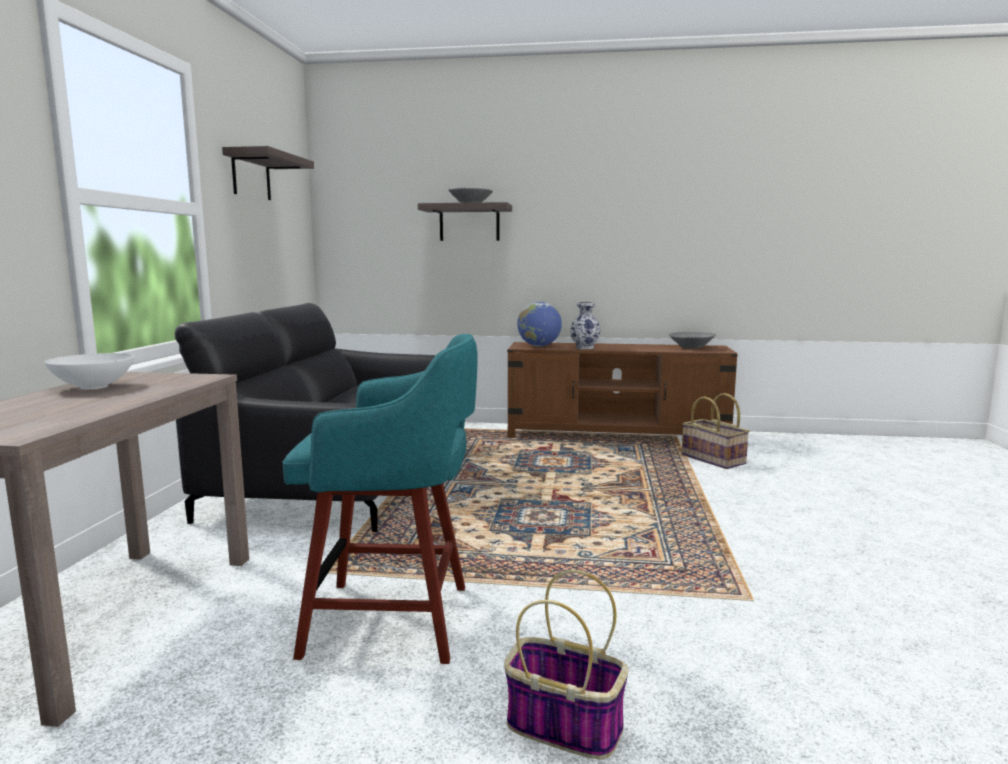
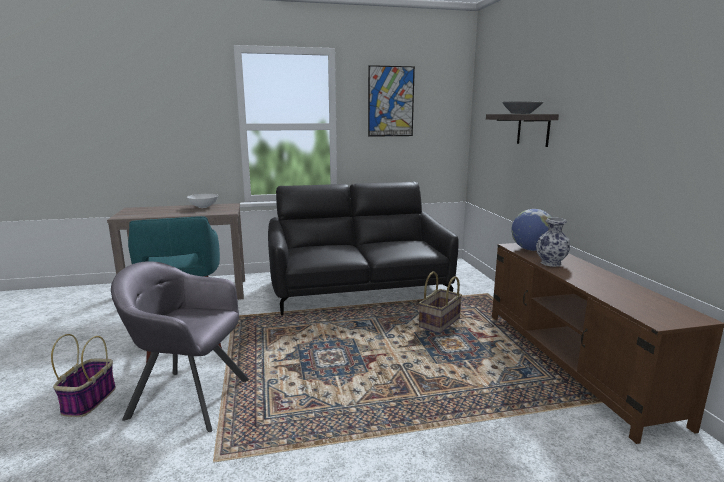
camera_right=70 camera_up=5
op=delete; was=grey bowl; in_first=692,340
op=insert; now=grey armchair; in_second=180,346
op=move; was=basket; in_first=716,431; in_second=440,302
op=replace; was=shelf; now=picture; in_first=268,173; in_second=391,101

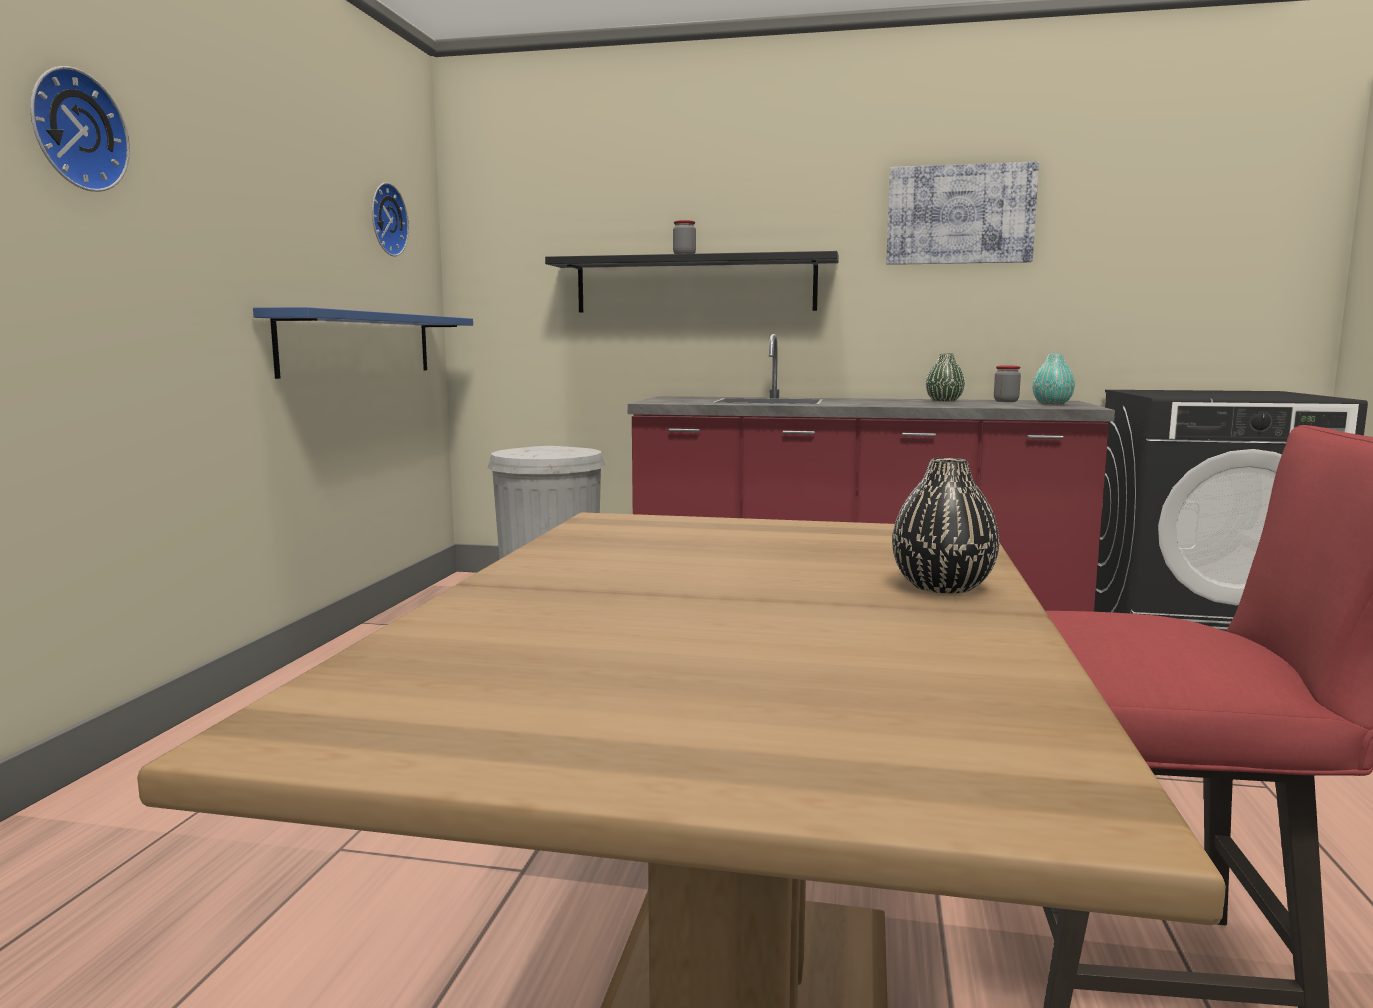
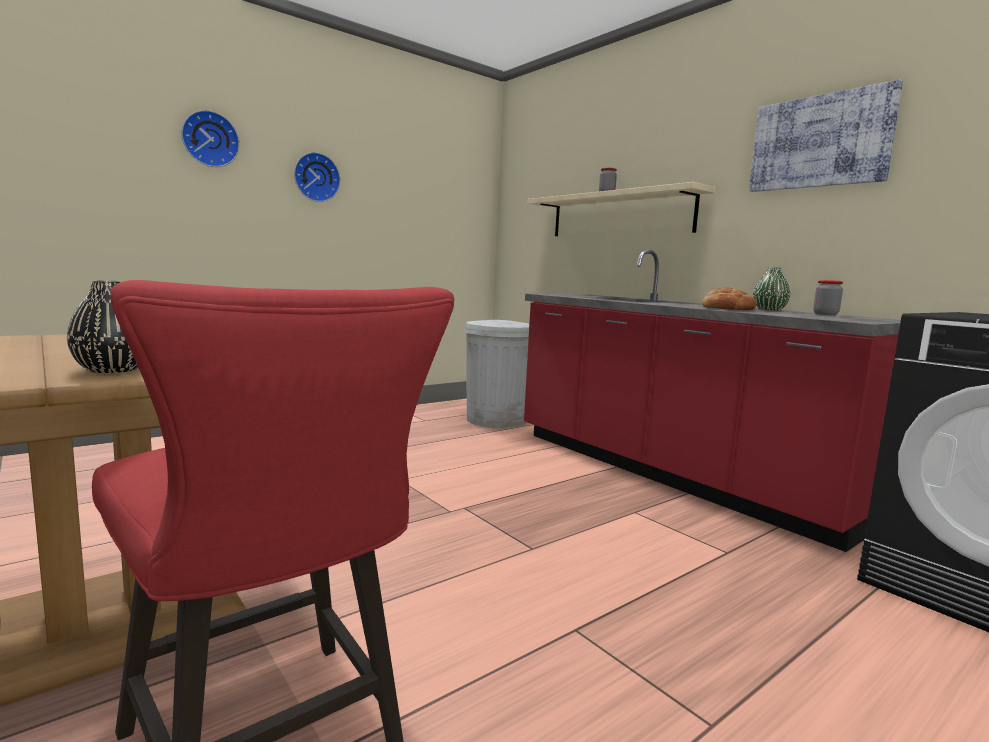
camera_right=40 camera_up=0
op=delete; was=blue shelf; in_first=363,343
op=delete; was=turquoise vase; in_first=1053,379
op=insert; now=bread; in_second=729,298
op=move; was=wall clock; in_first=390,219; in_second=317,177
op=recolor; was=black shelf; now=beige shelf; in_first=692,281; in_second=621,209

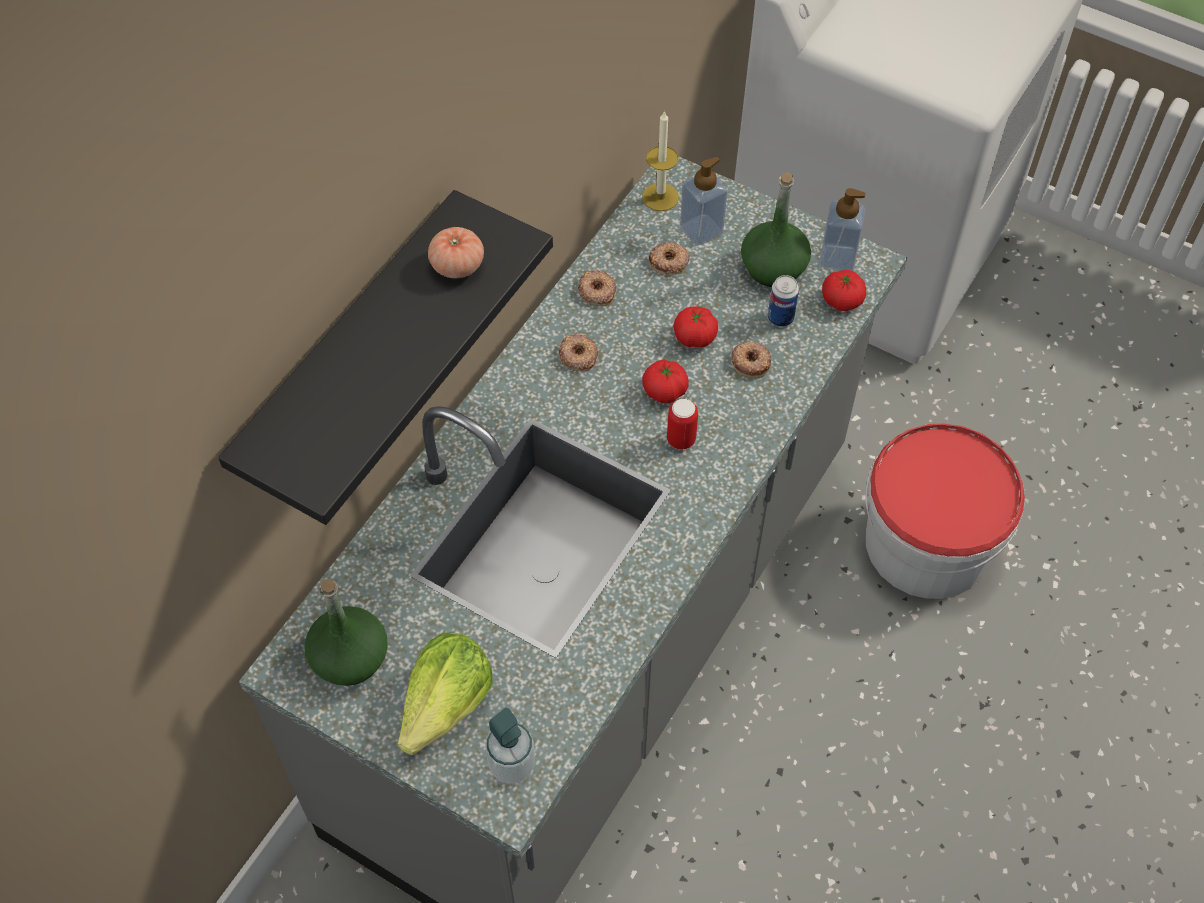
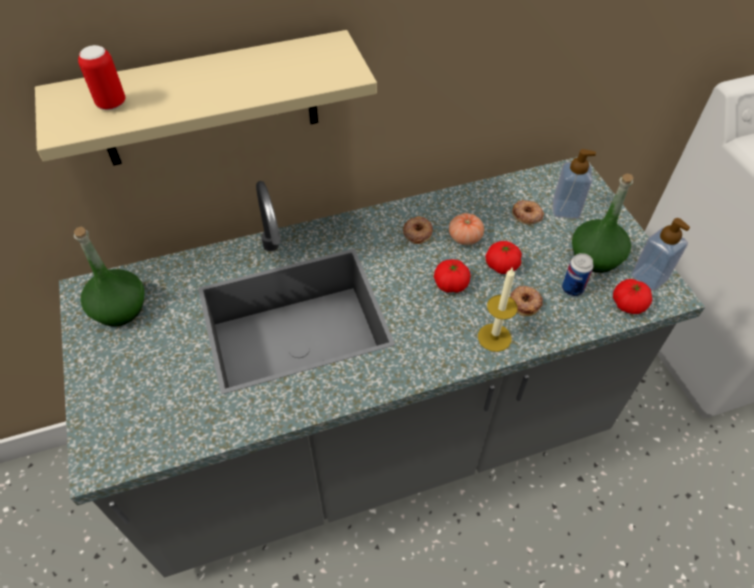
camera_right=40 camera_up=-5
op=delete; was=lettuce; in_first=445,693
op=delete; was=soap dispenser; in_first=510,746
op=delete; was=donut; in_first=596,288
op=delete; was=bucket; in_first=945,511
op=move; was=tomato; in_first=456,252; in_second=466,229
op=move; was=candle; in_first=660,160; in_second=498,310
op=move; was=can; in_first=682,424; in_second=101,77
op=recolor; was=black shelf; now=beige shelf; in_first=385,357; in_second=206,98

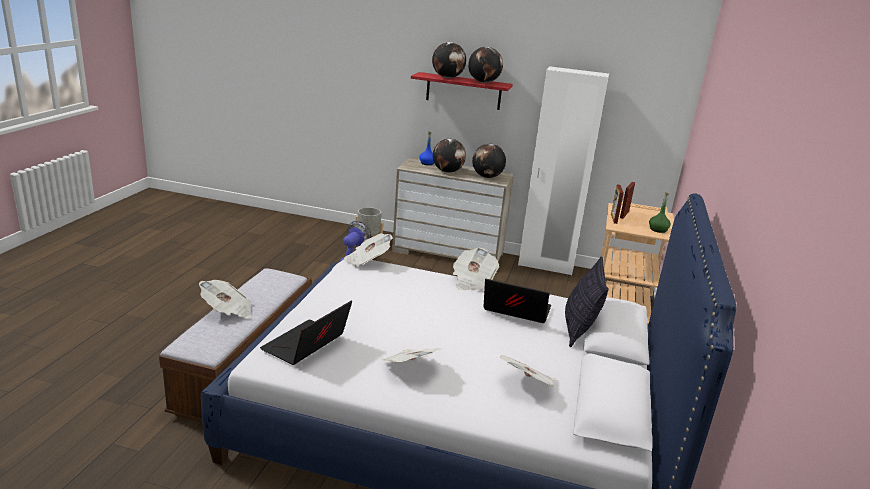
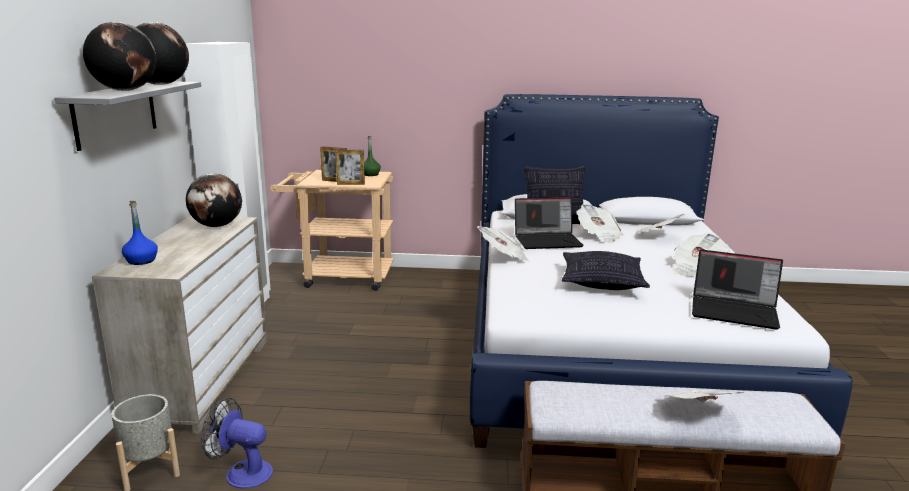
camera_right=-100 camera_up=-5
op=delete; was=globe; in_first=449,156
op=insert; now=pillow; in_second=606,270
op=move; was=newspaper; in_first=368,250; in_second=600,223
op=recolor; was=red shelf; now=grey shelf; in_first=462,91; in_second=127,116
op=rotate; was=laptop; in_first=517,301; in_second=549,223; clockwise=-105

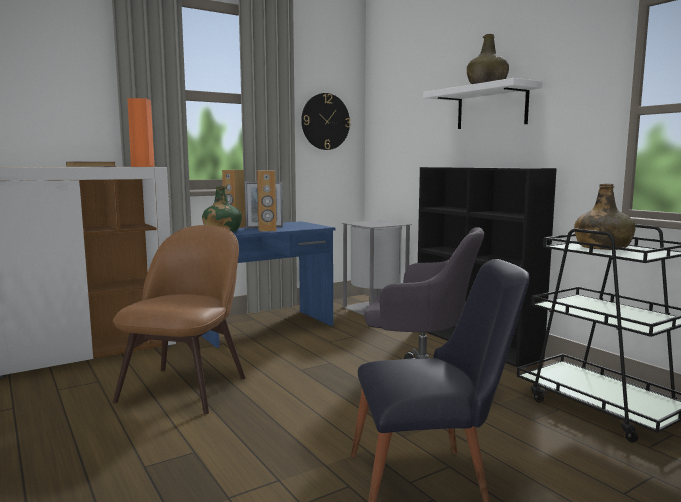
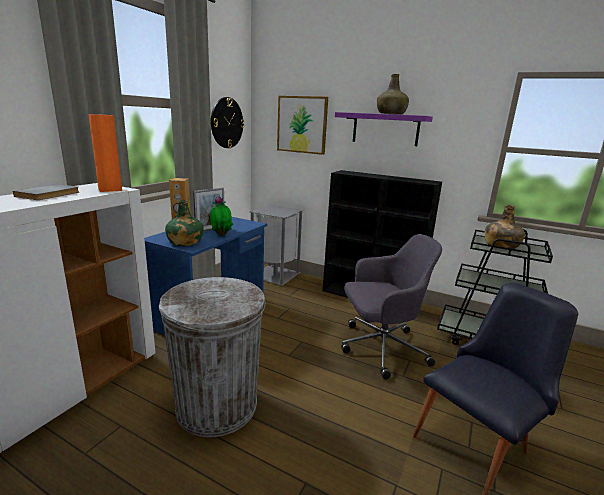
camera_right=-30 camera_up=10
op=insert; now=picture; in_second=302,125
op=replace; was=brown chair; now=grey trash can; in_first=179,319; in_second=212,357
op=replace; was=brown speaker; now=potted plant; in_first=266,201; in_second=221,216
op=recolor; was=white shelf; now=purple shelf; in_first=482,103; in_second=384,129

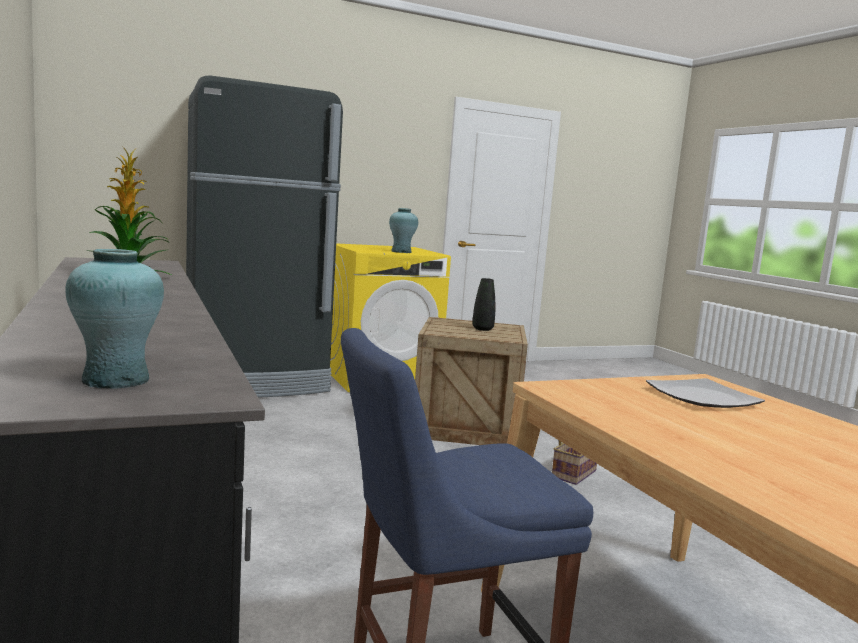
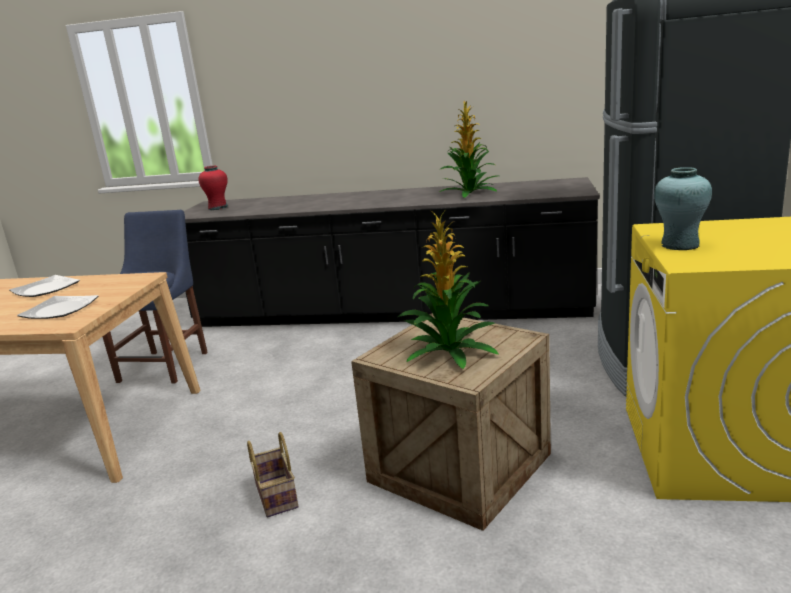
camera_right=125 camera_up=10
op=insert; now=plate; in_second=44,286
op=replace; was=black vase; now=potted plant; in_first=483,304; in_second=448,289
op=recolor; was=turquoise vase; now=red vase; in_first=114,319; in_second=213,188

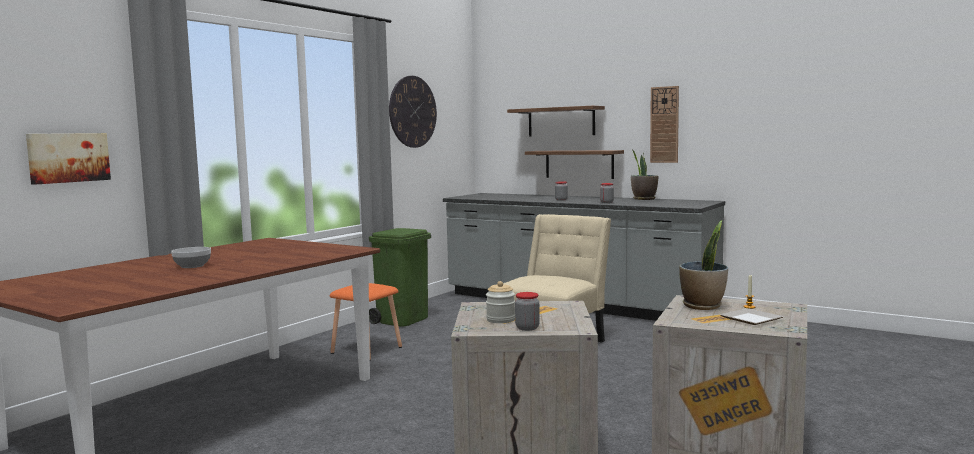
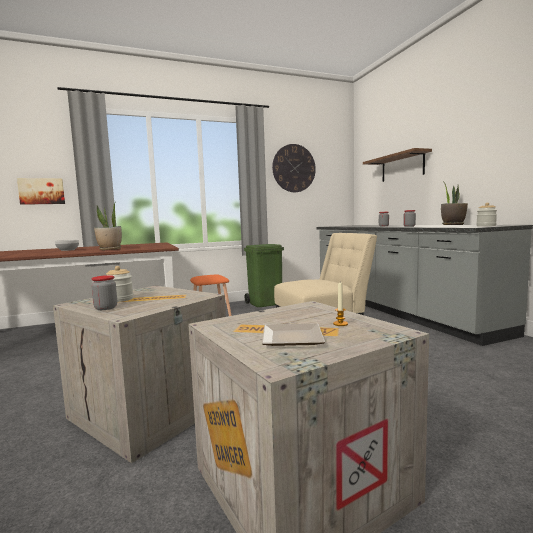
camera_right=35 camera_up=0
op=delete; was=shelf; in_first=574,164
op=delete; was=wall clock; in_first=664,124
op=insert; now=jar; in_second=486,214
op=move; was=potted plant; in_first=703,265; in_second=108,226

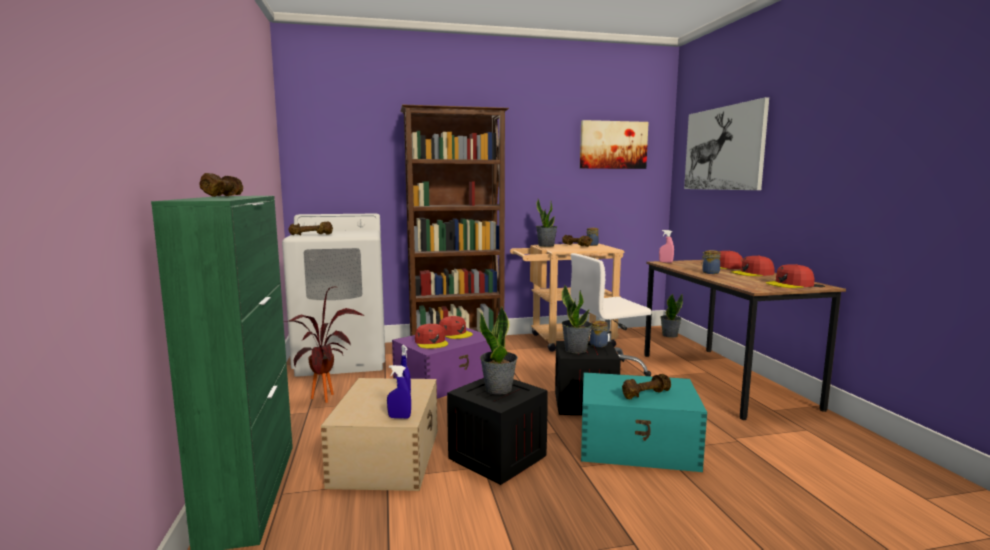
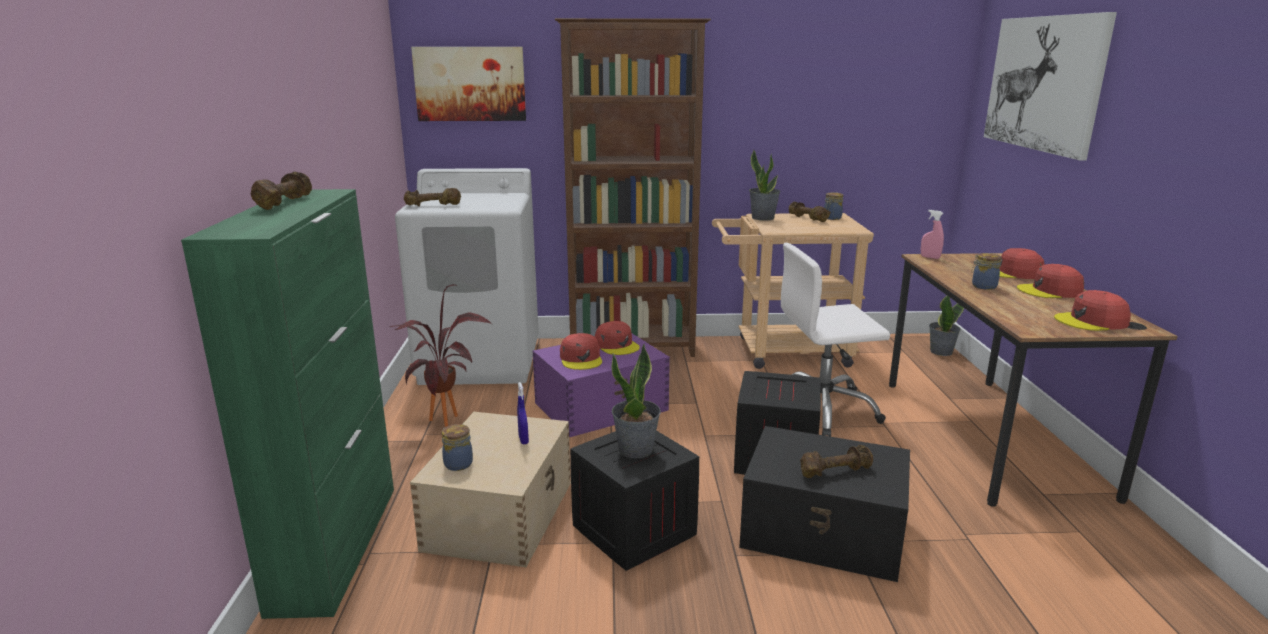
camera_right=10 camera_up=10
op=delete; was=blue spray bottle; in_first=399,392
op=delete; was=potted plant; in_first=577,318
op=move; was=picture; in_first=614,144; in_second=468,84
op=move; was=jar; in_first=599,333; in_second=457,447
op=recolor; was=turquoise storage box; now=black storage box; in_first=644,422; in_second=824,504

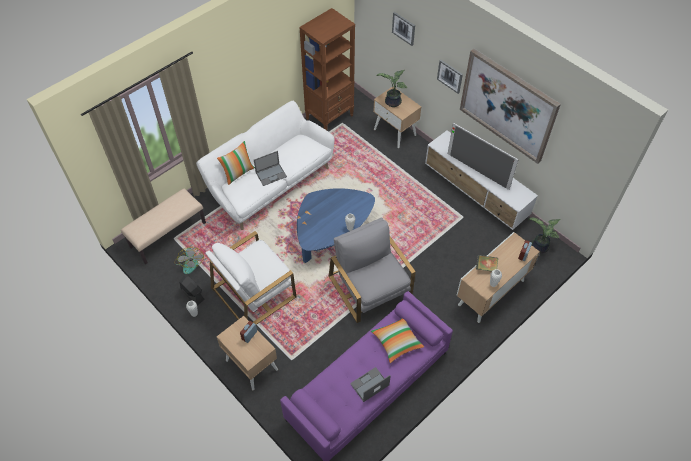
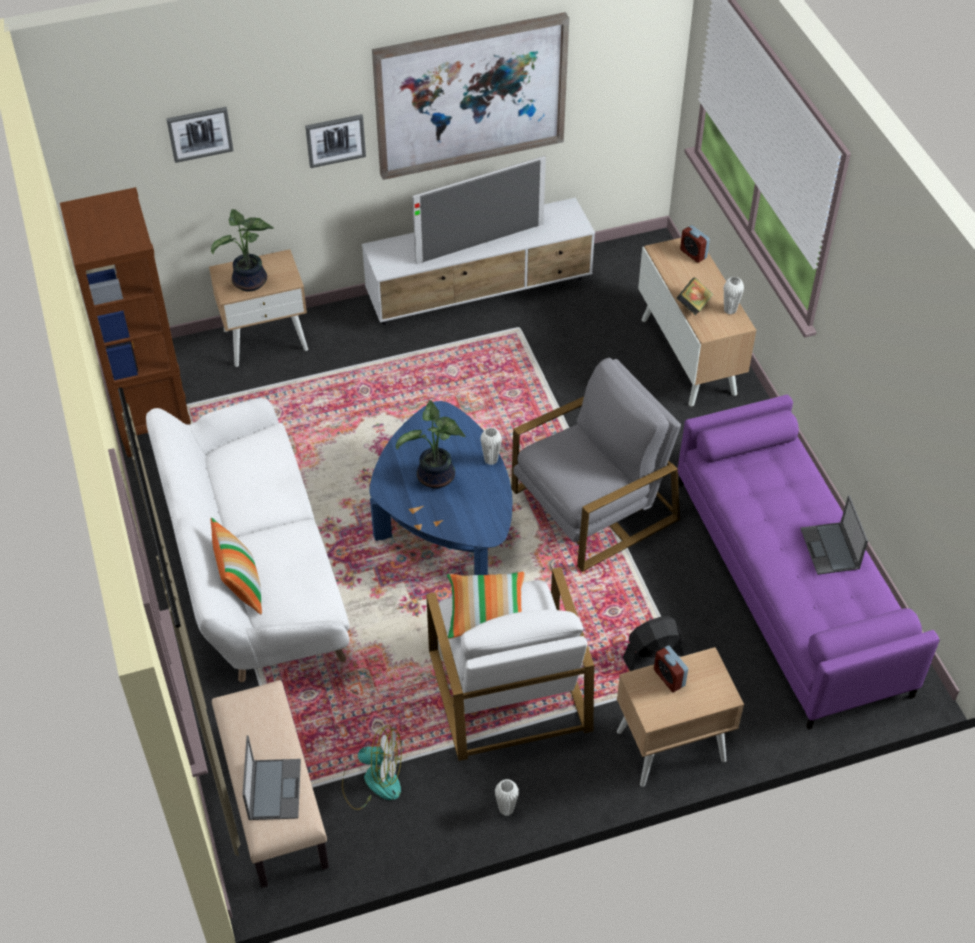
camera_right=-65 camera_up=-5
op=move; was=black fan; in_first=192,290; in_second=653,644
op=move; was=laptop; in_first=270,168; in_second=271,777
op=move; was=pillow; in_first=397,340; in_second=485,605
op=move; was=potted plant; in_first=544,235; in_second=431,444
op=rotate; was=grey armchair; in_first=372,270; in_second=596,465; clockwise=150

